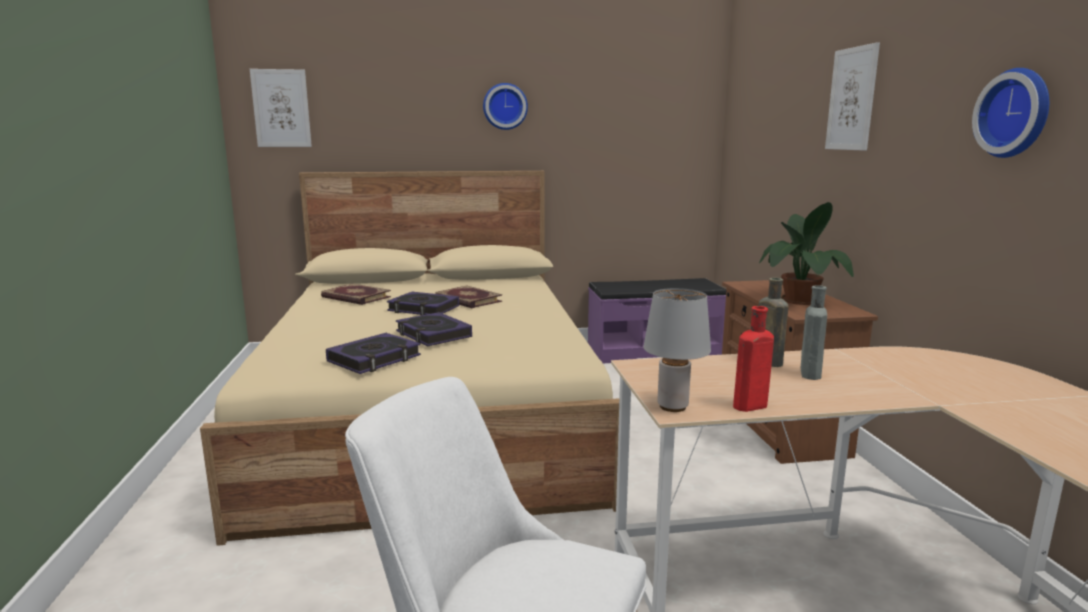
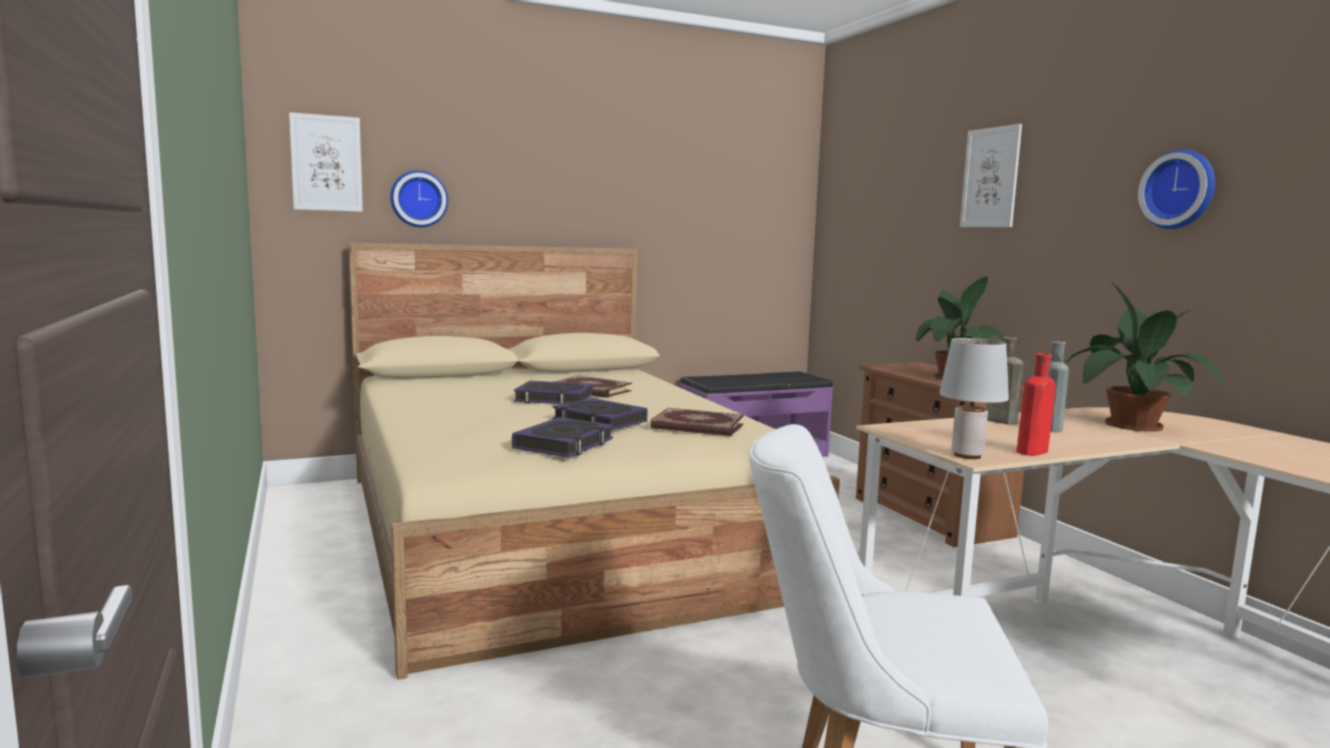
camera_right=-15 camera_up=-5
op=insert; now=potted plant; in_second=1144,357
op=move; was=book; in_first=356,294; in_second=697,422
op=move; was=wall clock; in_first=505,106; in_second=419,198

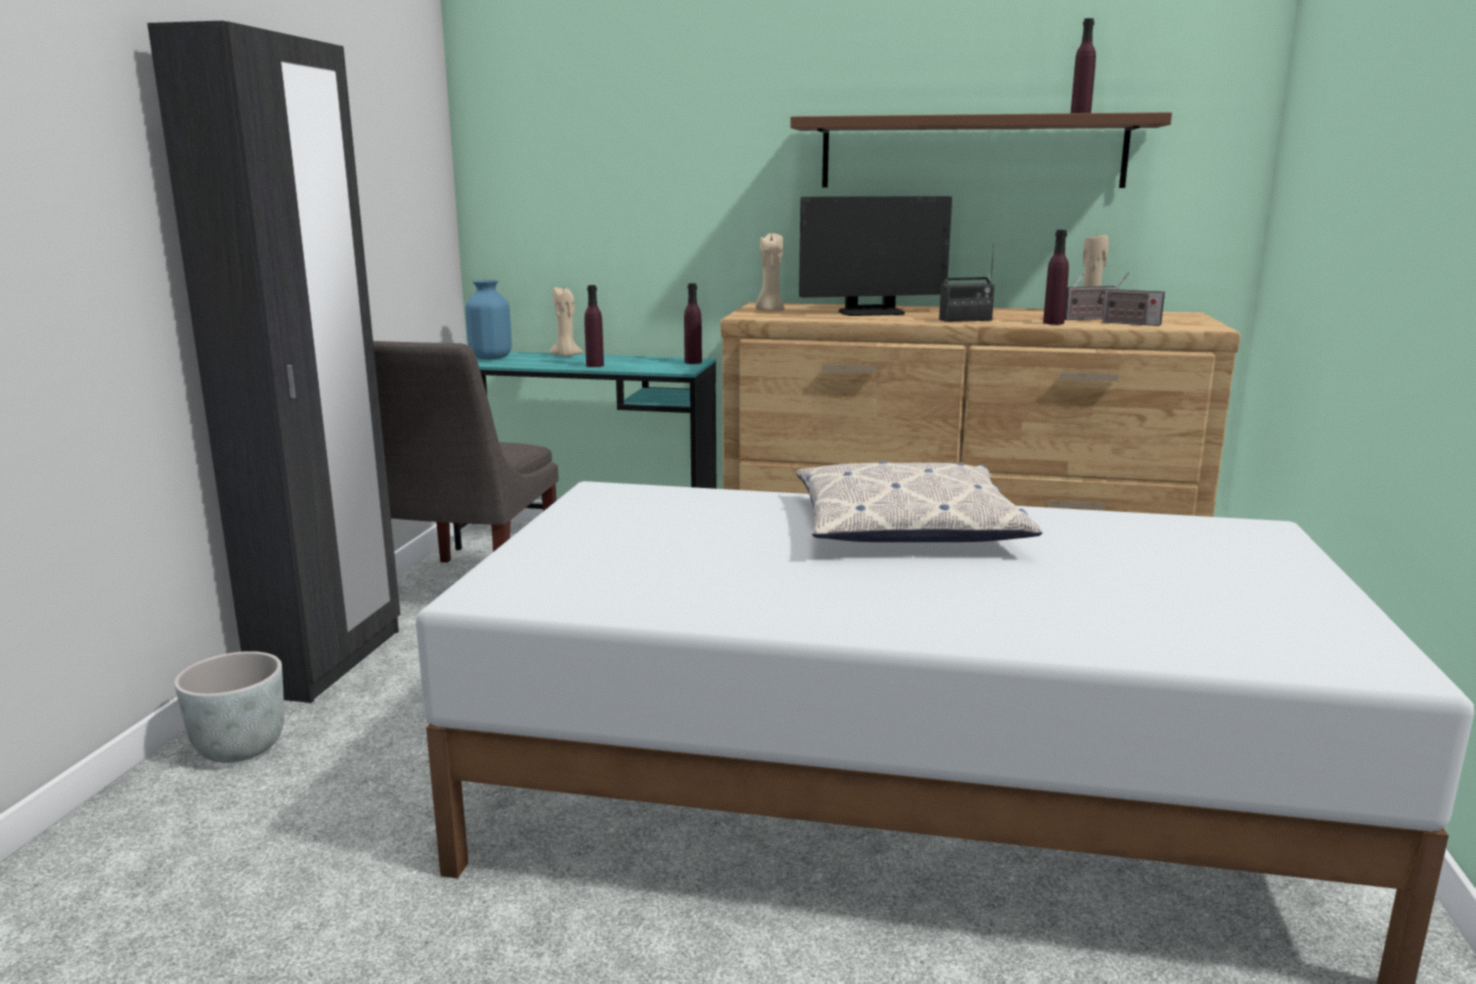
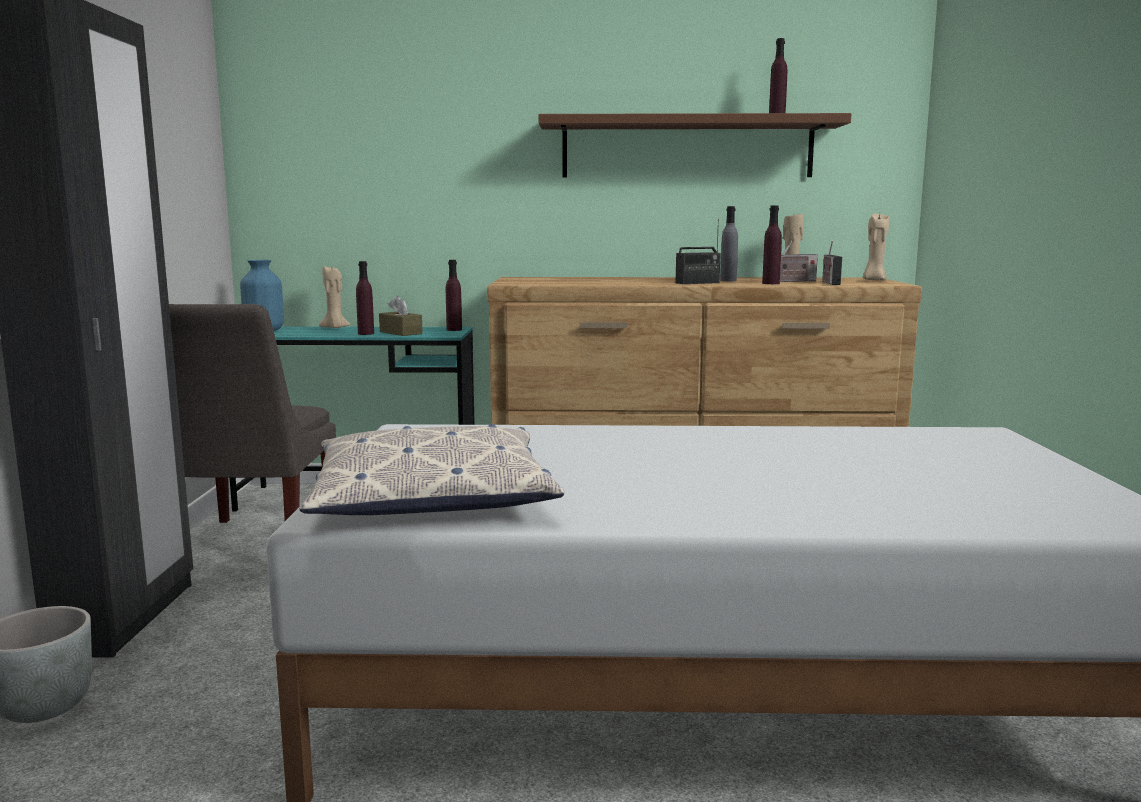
camera_right=-10 camera_up=-5
op=delete; was=monitor; in_first=875,256
op=insert; now=brown tissue box; in_second=401,316
op=insert; now=grey bottle; in_second=729,243
op=move; was=beige candle; in_first=769,272; in_second=876,247
op=move; was=pillow; in_first=920,501; in_second=431,469
op=rotate; was=radio; in_first=1132,299; in_second=832,262; clockwise=75

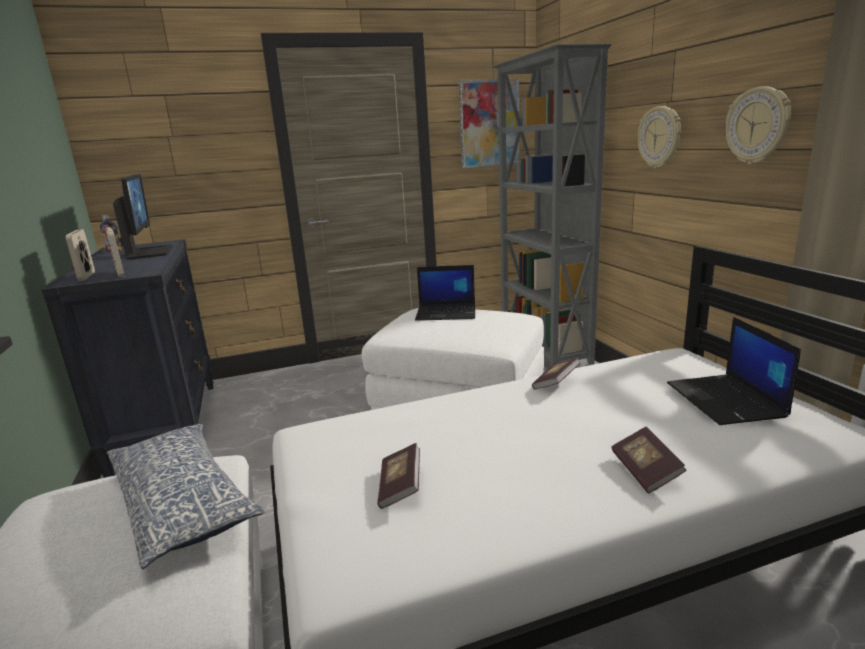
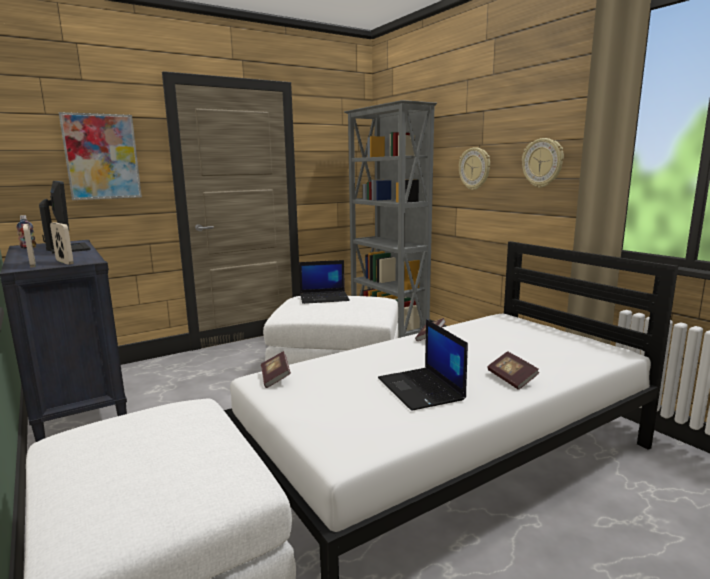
camera_right=-15 camera_up=-5
op=delete; was=pillow; in_first=186,496
op=move; was=book; in_first=398,476; in_second=276,369
op=move; was=picture; in_first=489,124; in_second=100,156
op=move; was=laptop; in_first=734,371; in_second=423,365

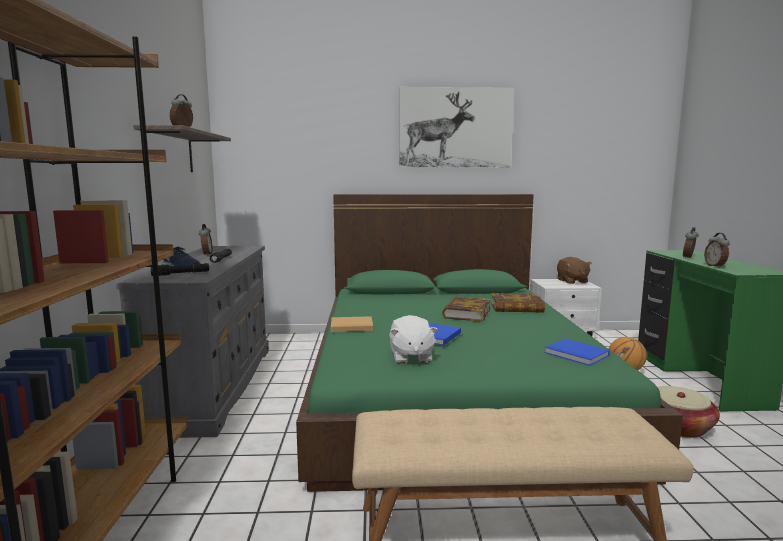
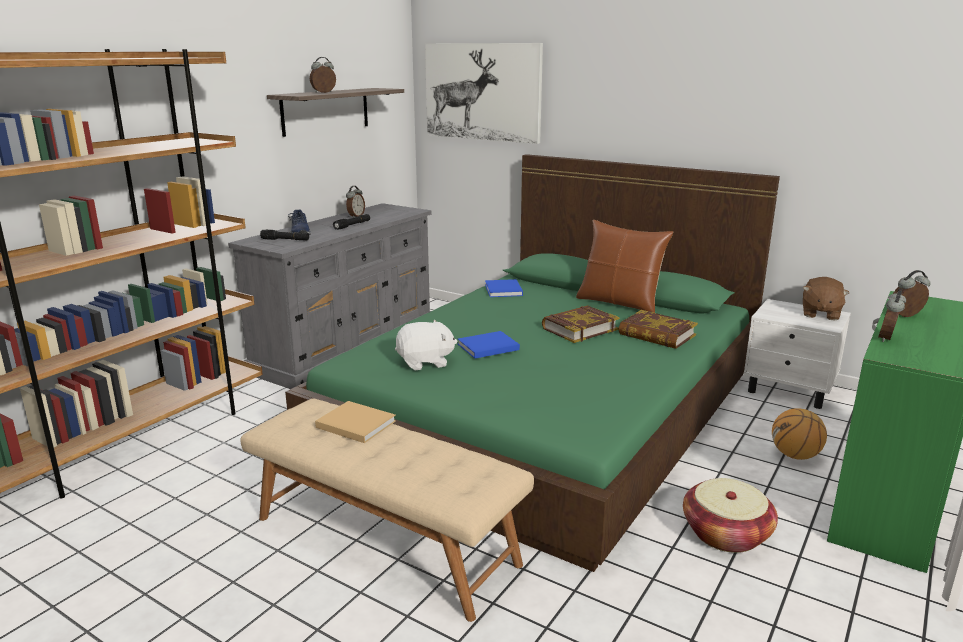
camera_right=35 camera_up=10
op=insert; now=brown pillow; in_second=624,266
op=move; was=beige book; in_first=352,324; in_second=355,422
op=move; was=picture; in_first=456,127; in_second=484,93
op=move; was=blue book; in_first=577,352; in_second=504,288
op=rotate; was=white plush toy; in_first=413,339; in_second=426,345; clockwise=-135

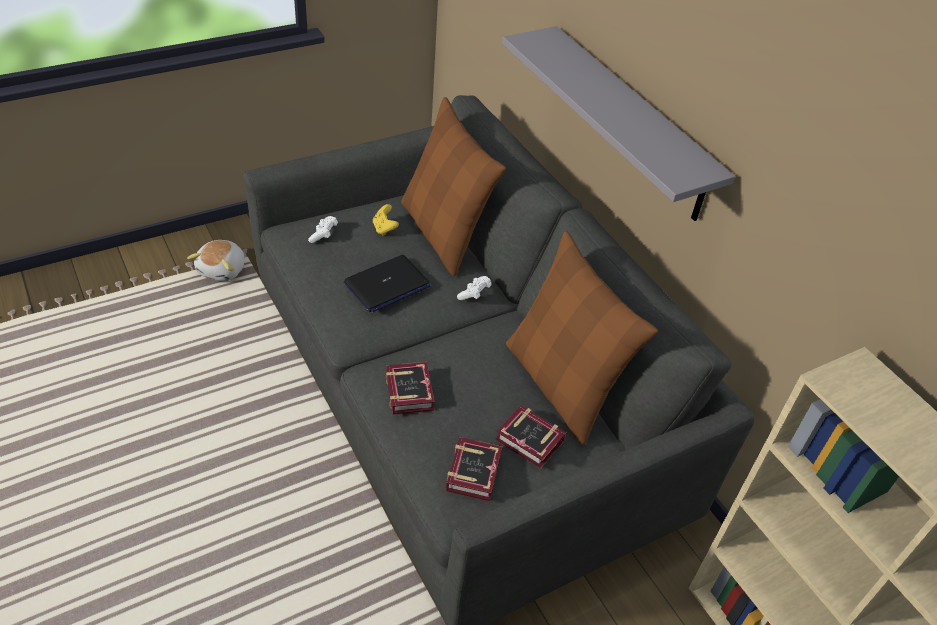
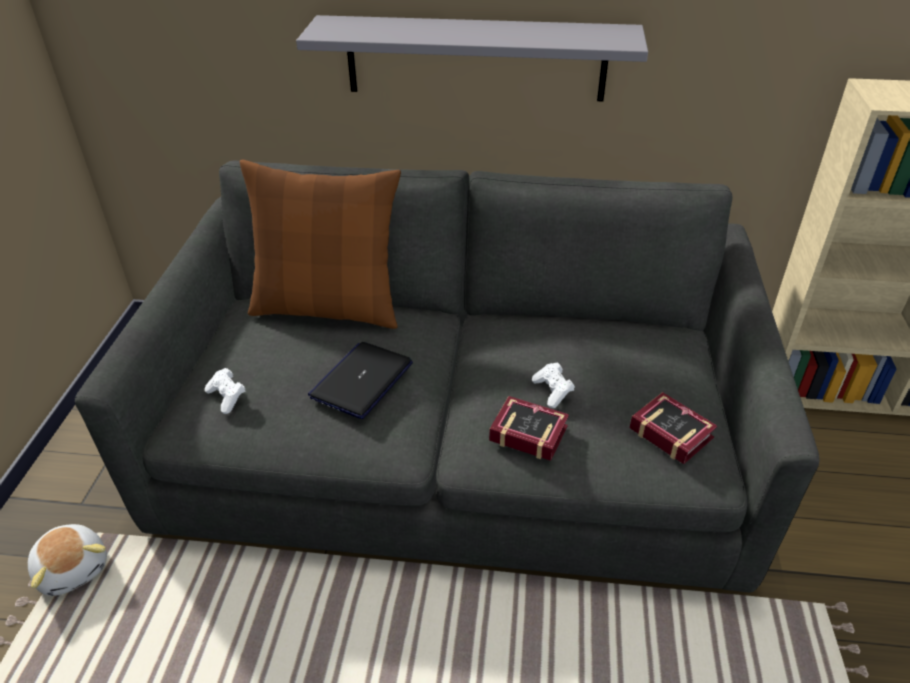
camera_right=-50 camera_up=-5
op=delete; was=yellow game controller; in_first=386,220
op=delete; was=book; in_first=530,436
op=delete; was=brown pillow; in_first=582,338
op=move; was=white game controller; in_first=474,288; in_second=553,385
op=rotate; was=laptop; in_first=387,283; in_second=360,380; clockwise=-150

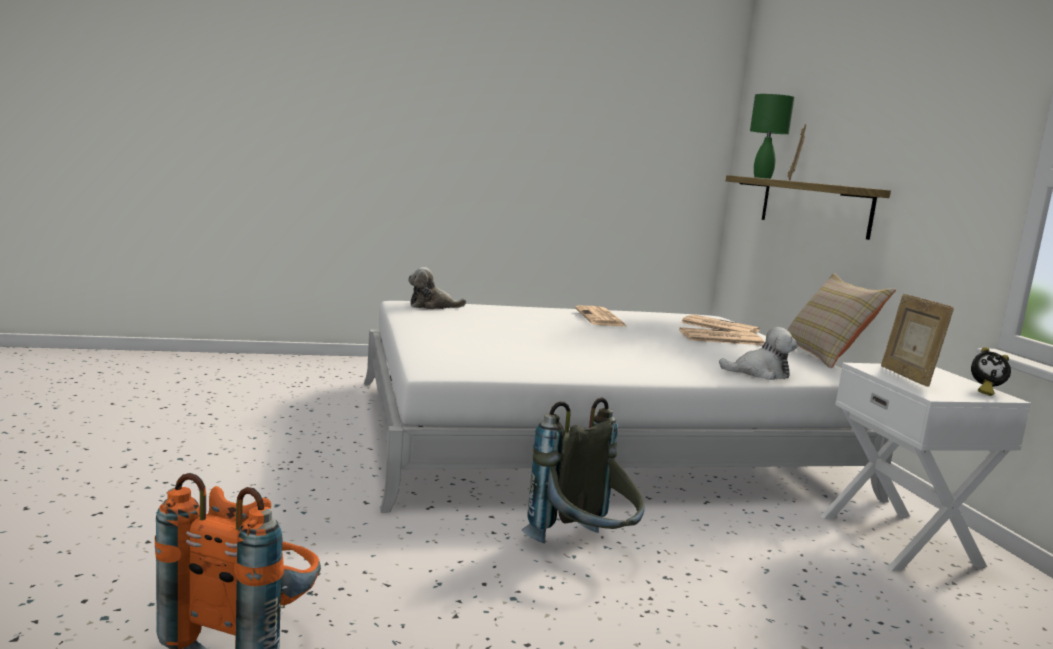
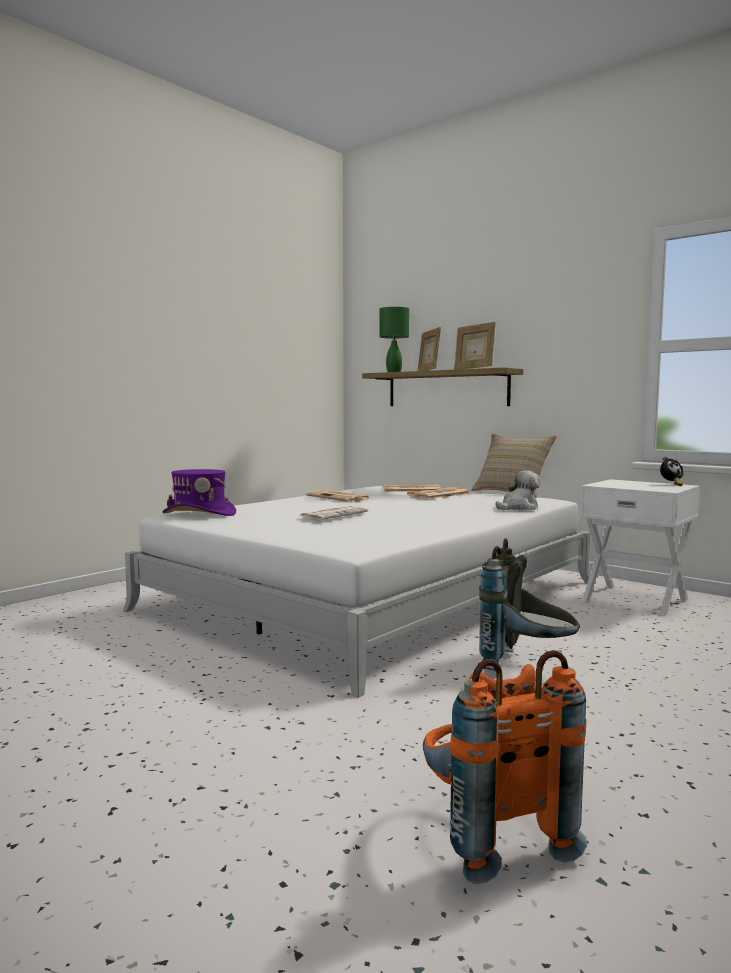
camera_right=-35 camera_up=-5
op=insert; now=newspaper; in_second=333,513
op=move; was=picture frame; in_first=917,340; in_second=475,346
op=replace; was=plush toy; now=purple hat; in_first=437,288; in_second=199,492

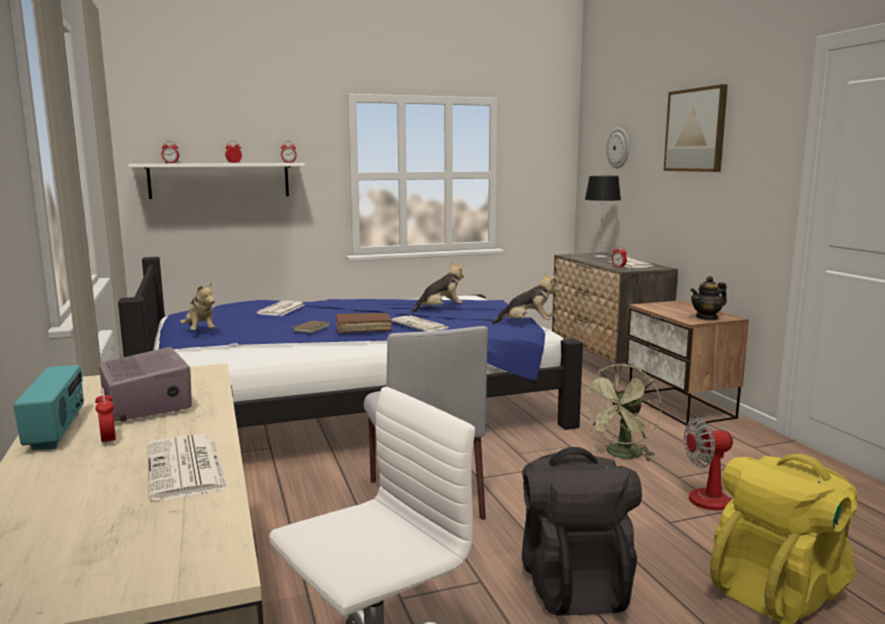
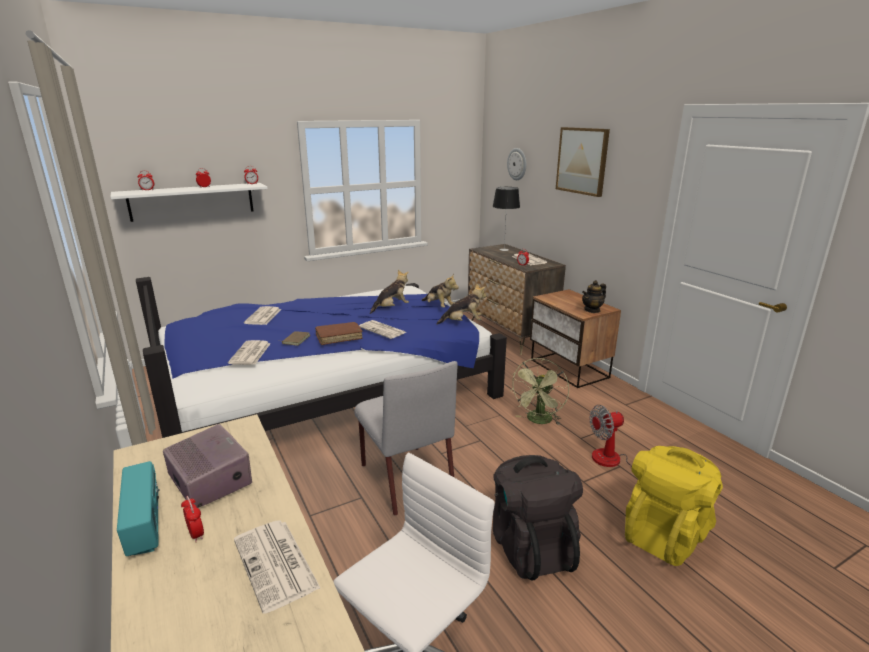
camera_right=-10 camera_up=10
op=insert; now=newspaper; in_second=249,352
op=move; was=plush toy; in_first=197,306; in_second=440,291

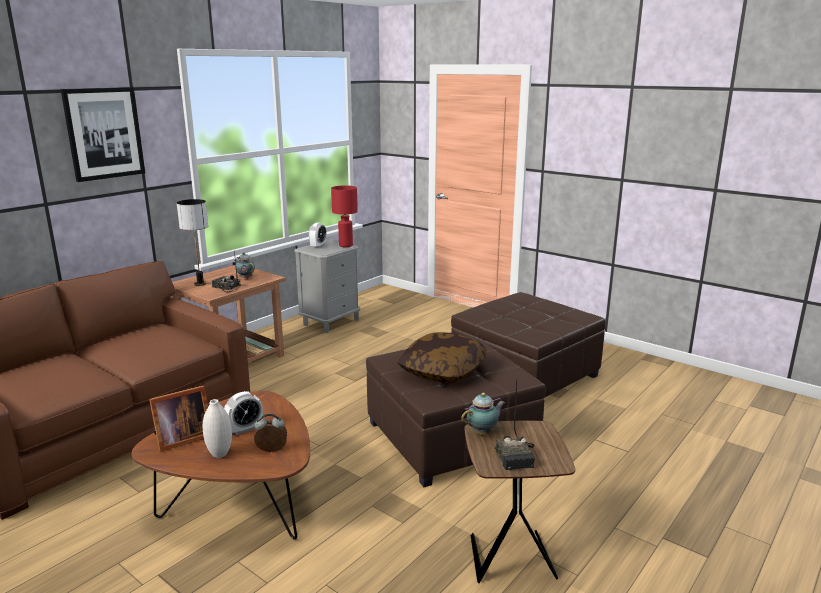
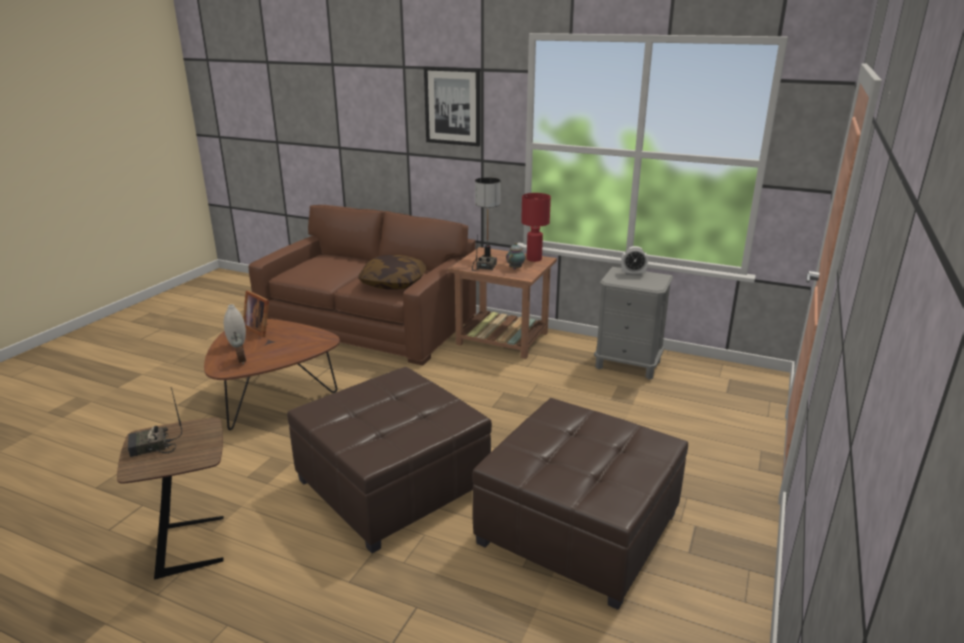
camera_right=75 camera_up=5
op=delete; was=alarm clock; in_first=243,413
op=delete; was=teapot; in_first=483,413
op=move; was=red table lamp; in_first=344,216; in_second=536,227
op=move; was=pillow; in_first=442,357; in_second=392,272

